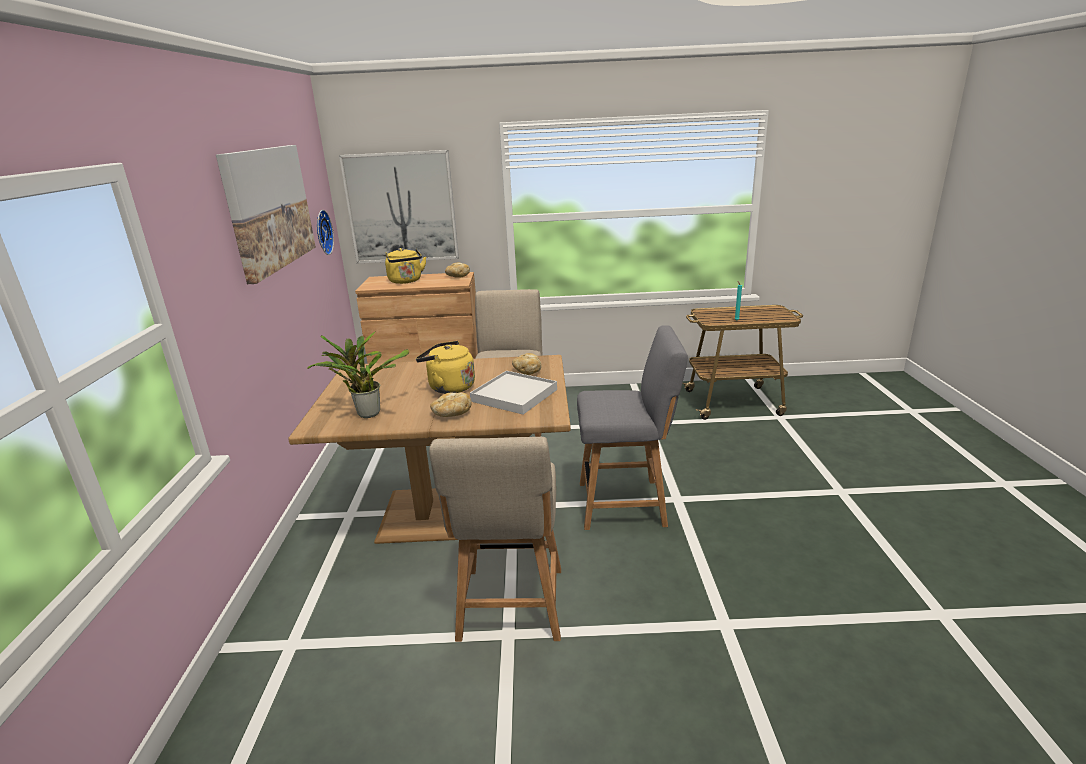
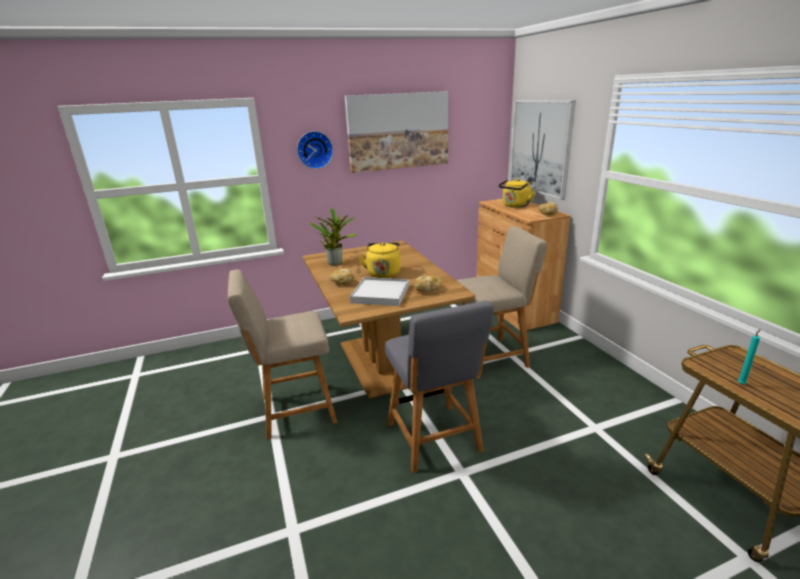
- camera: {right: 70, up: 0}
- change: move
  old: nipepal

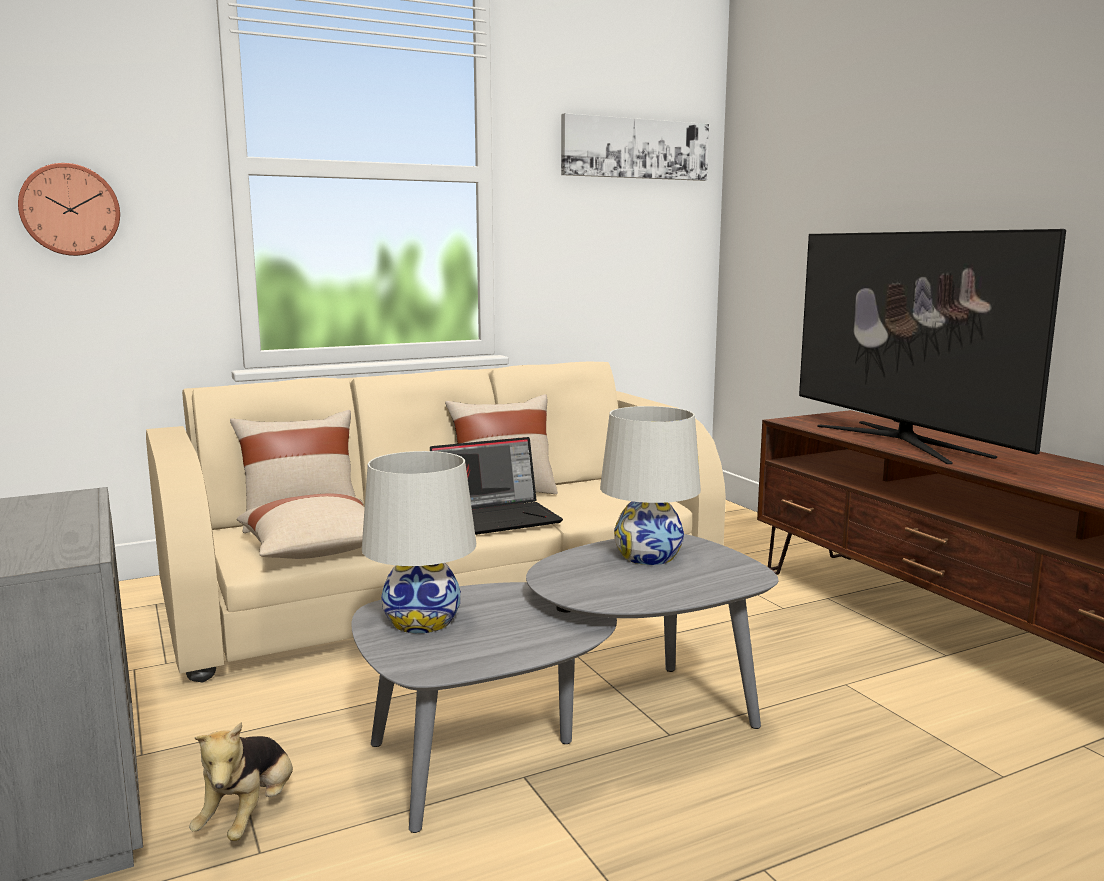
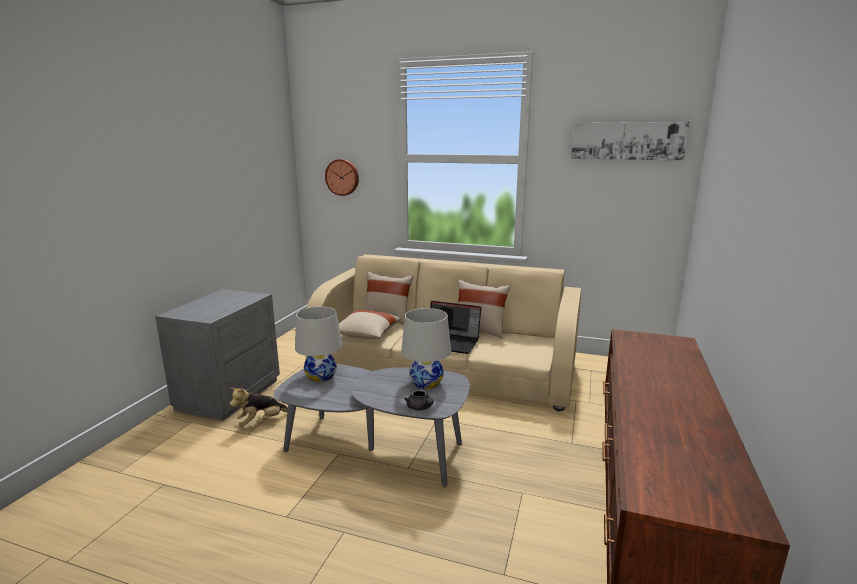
- camera: {right: 45, up: 5}
- change: delete
  old: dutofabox
- change: insert
  new: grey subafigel

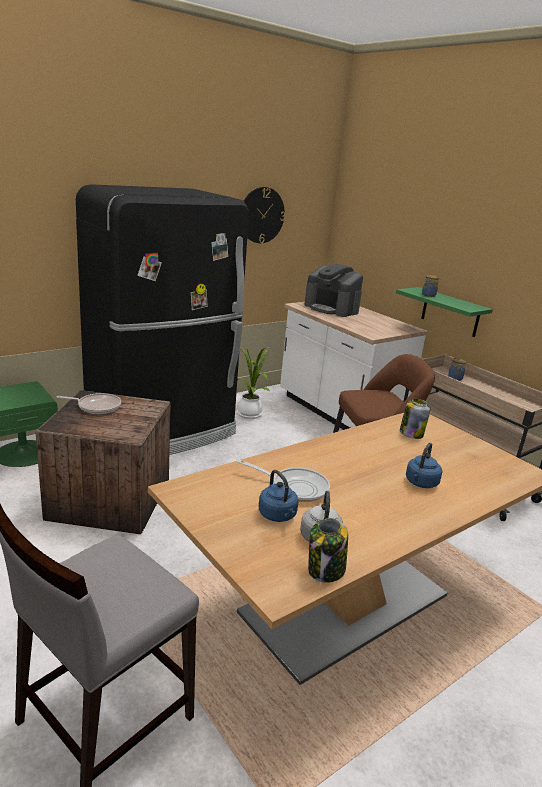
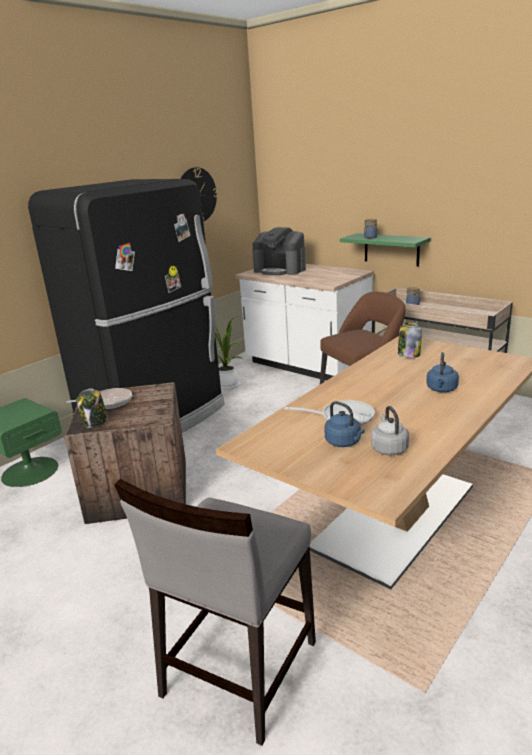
- camera: {right: -10, up: 0}
- change: move
  old: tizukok (1st from left)

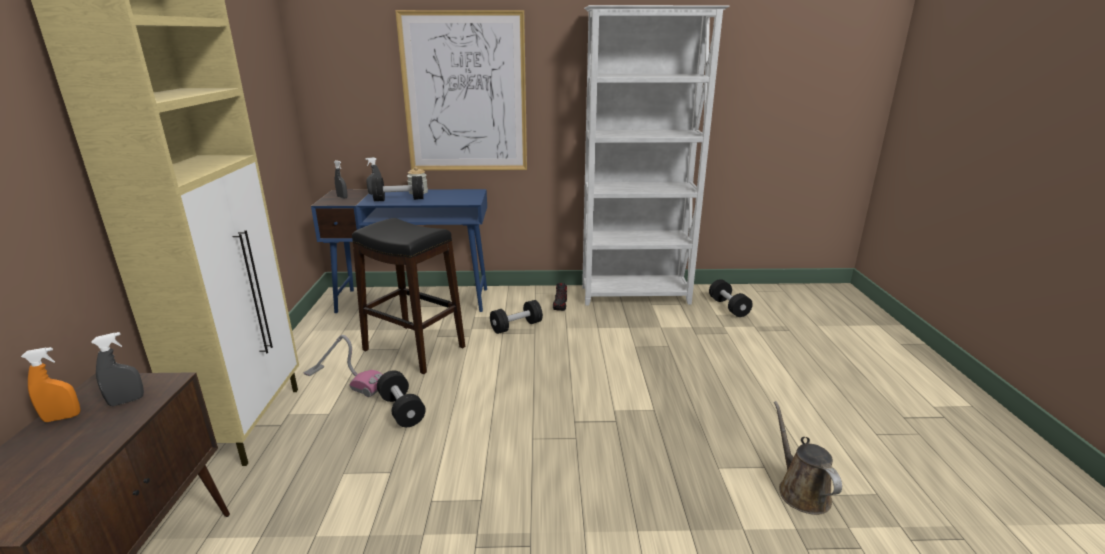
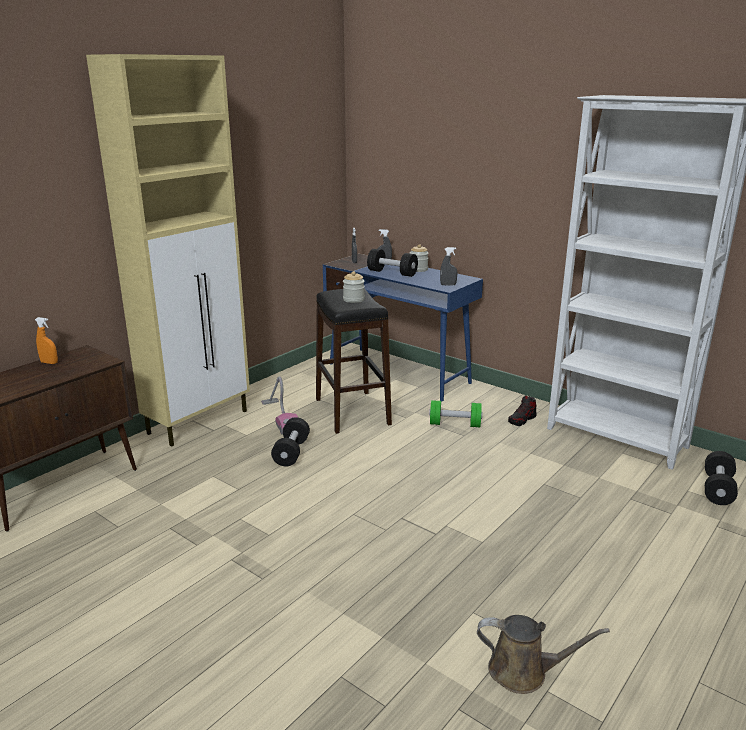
- camera: {right: 40, up: 0}
- change: move
  old: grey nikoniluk (1st from left in the first image)
  new: grey nikoniluk (3rd from left)
- change: delete
  old: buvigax
- change: recolor
  old: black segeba (3rd from left)
  new: green segeba
- change: rotate
  old: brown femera
  degrees: 75
- change: insert
  new: tizukok (1st from left)

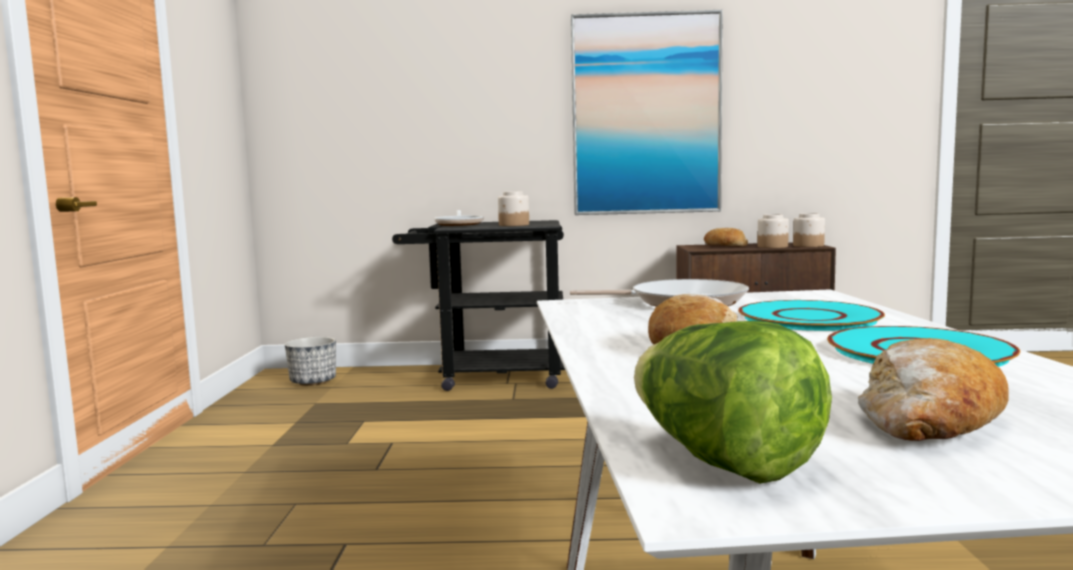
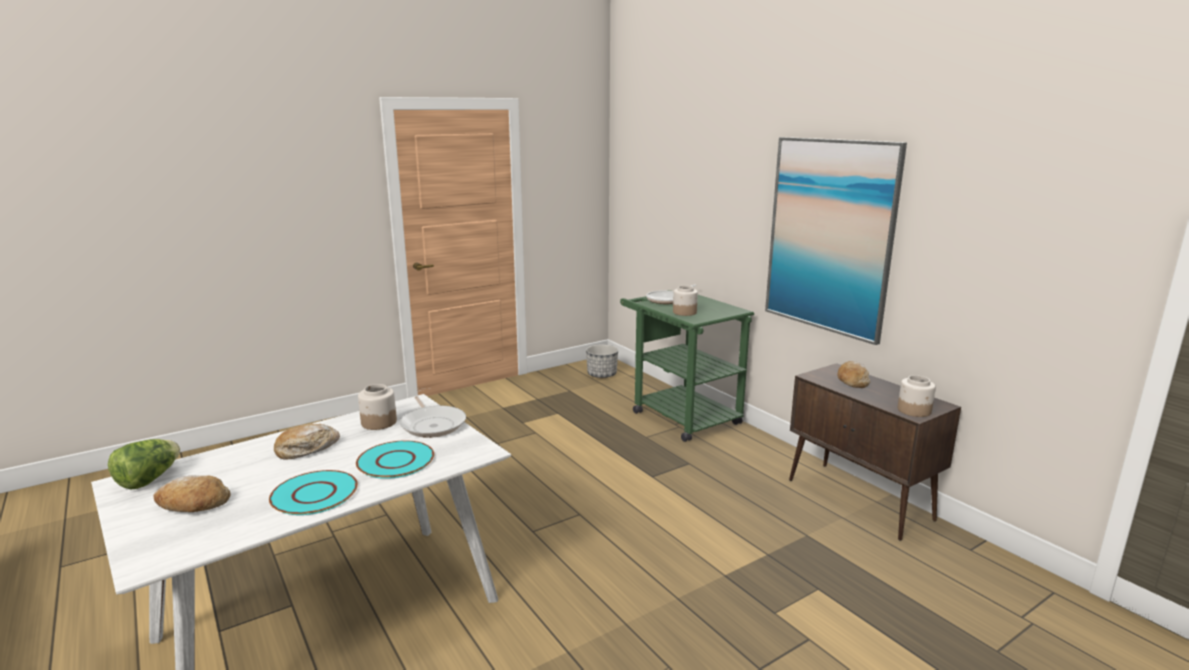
- camera: {right: 55, up: 10}
- change: recolor
  old: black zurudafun
  new: green zurudafun
- change: move
  old: tizukok (2nd from left in the first image)
  new: tizukok (1st from left)

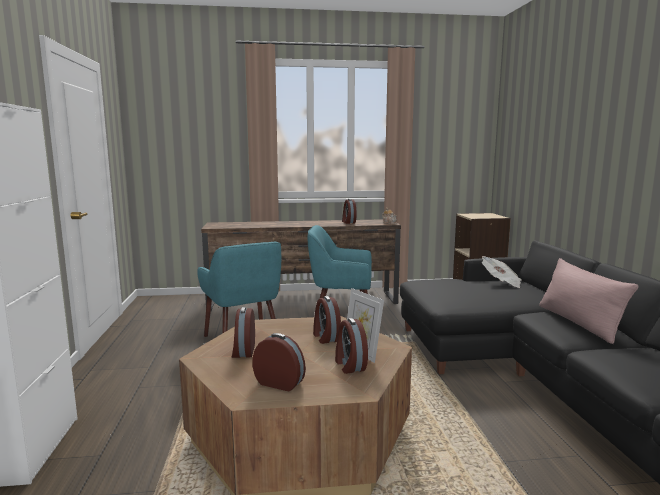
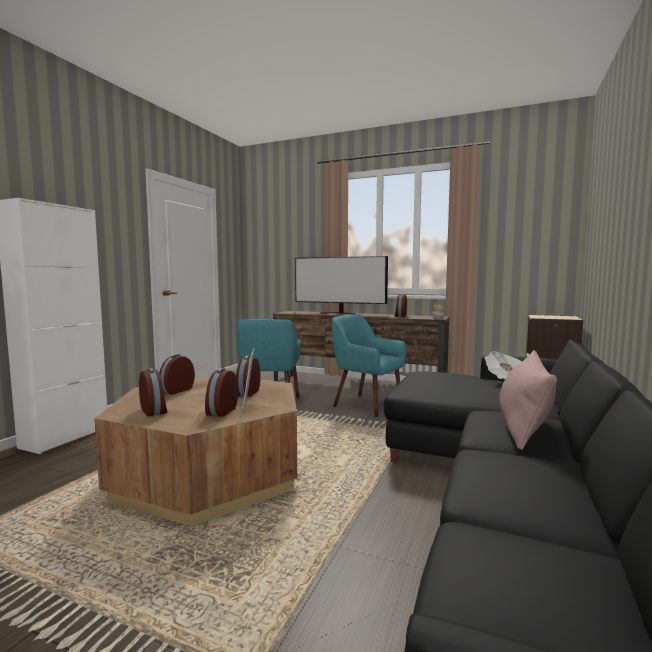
- camera: {right: 30, up: -5}
- change: insert
  new: dutofabox

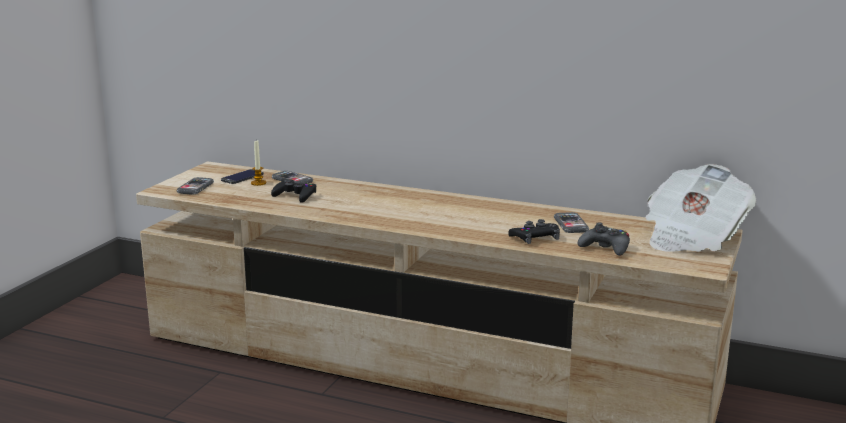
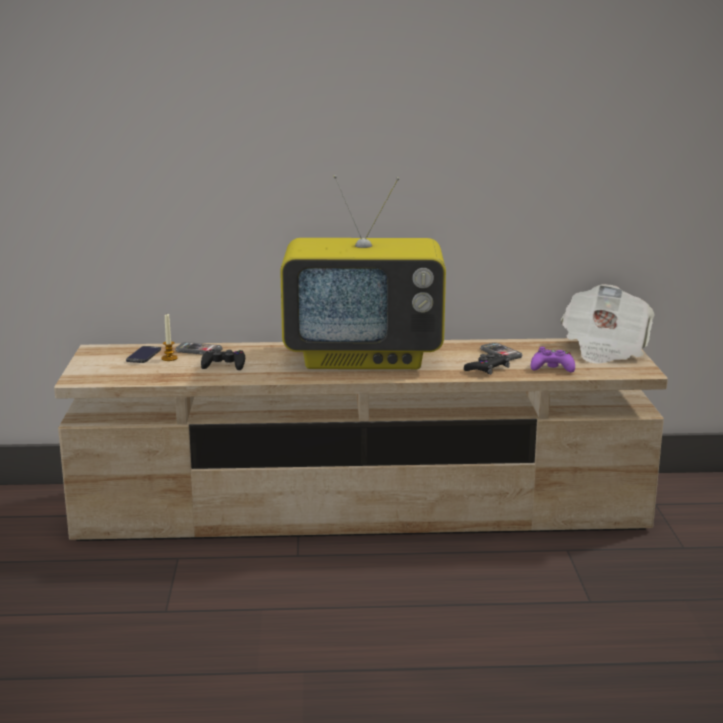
- camera: {right: -25, up: 0}
- change: delete
  old: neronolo (1st from left)
- change: recolor
  old: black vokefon (3rd from left)
  new: purple vokefon
- change: insert
  new: dutofabox

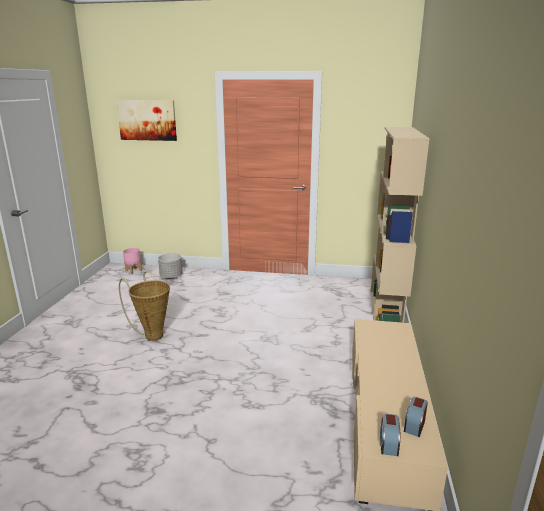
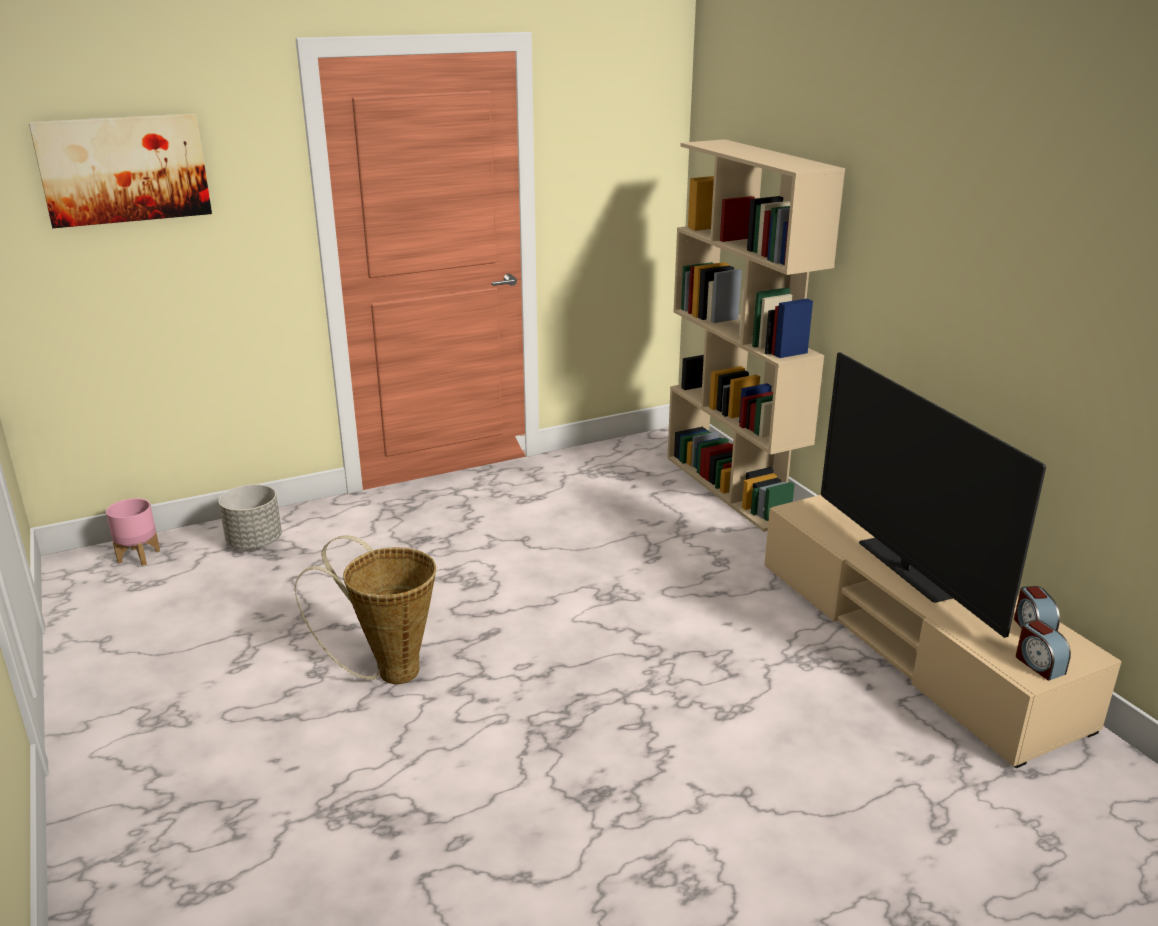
- camera: {right: -35, up: 5}
- change: insert
  new: dutofabox

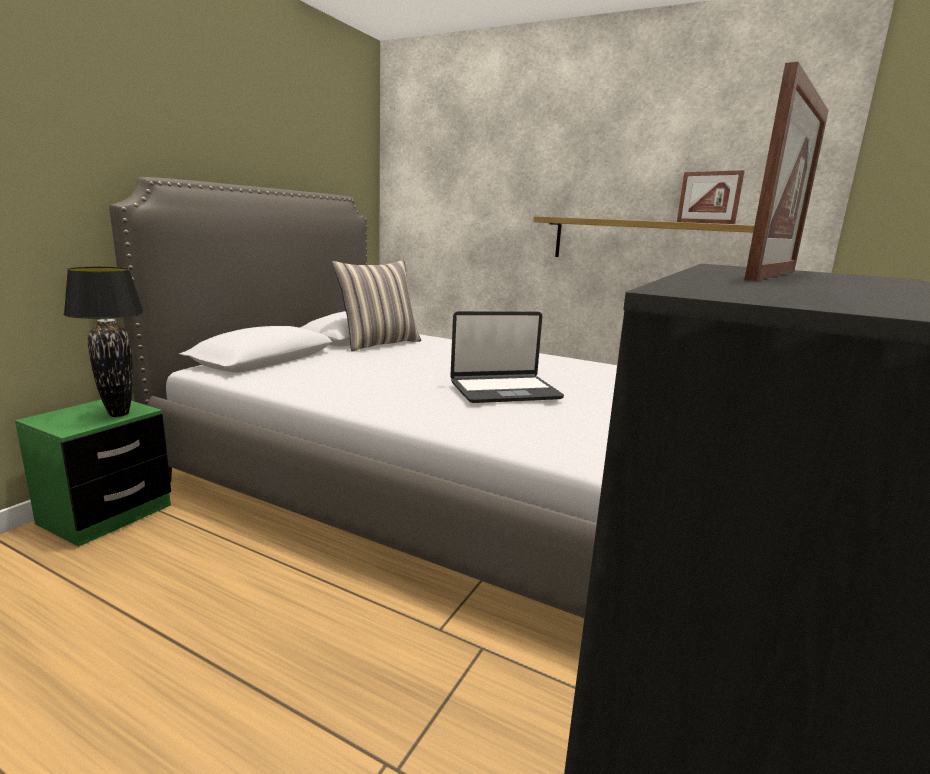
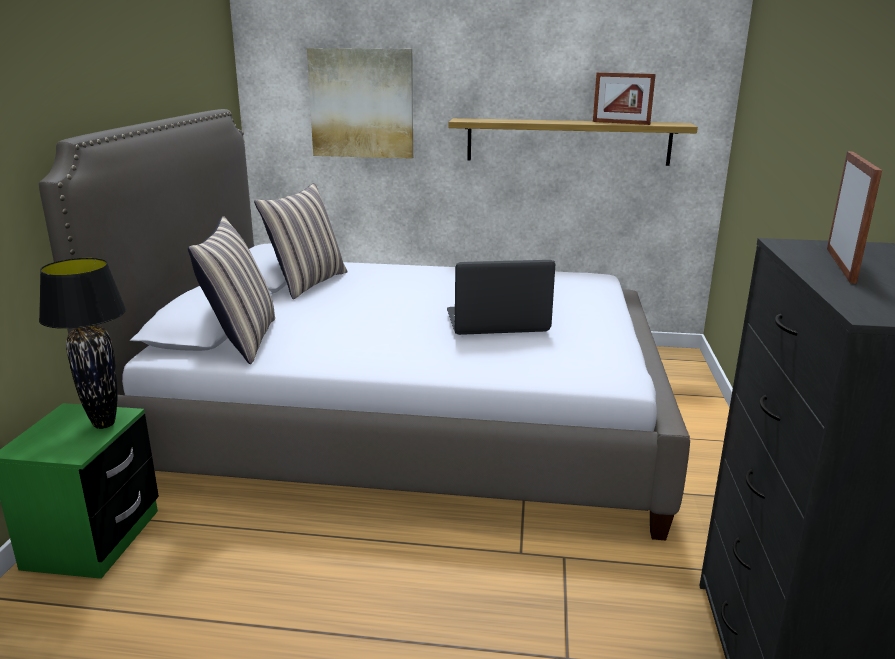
- camera: {right: -20, up: 5}
- change: rotate
  old: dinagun
  degrees: -150
- change: insert
  new: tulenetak (1st from left)
- change: insert
  new: buvigax

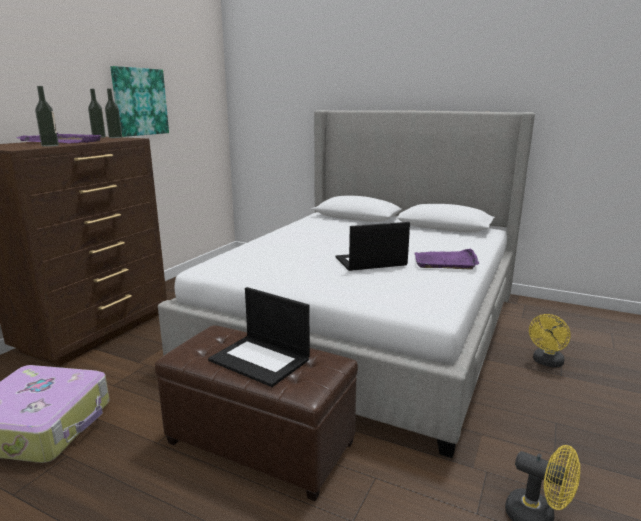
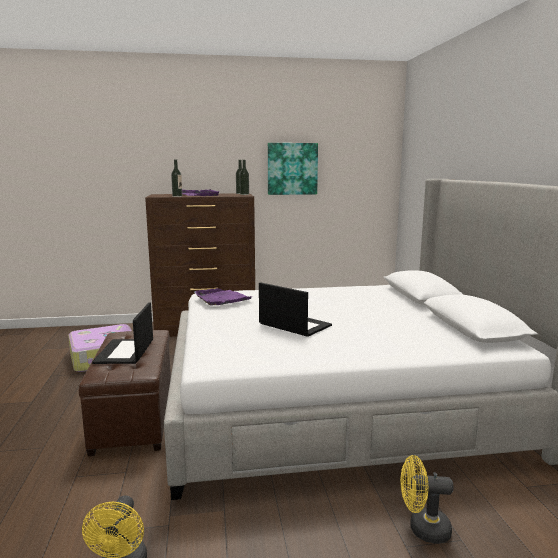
- camera: {right: 55, up: -5}
- change: move
  old: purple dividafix (2nd from left)

